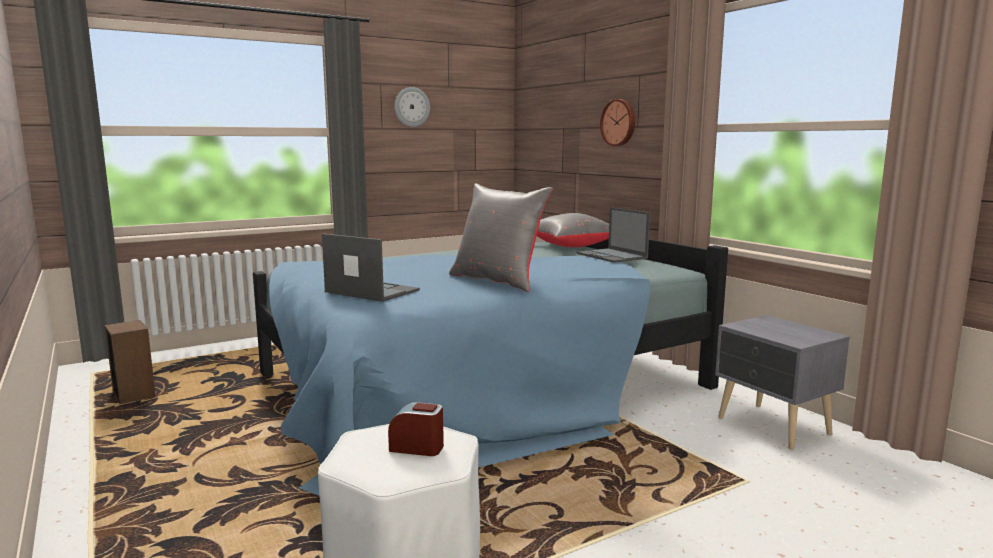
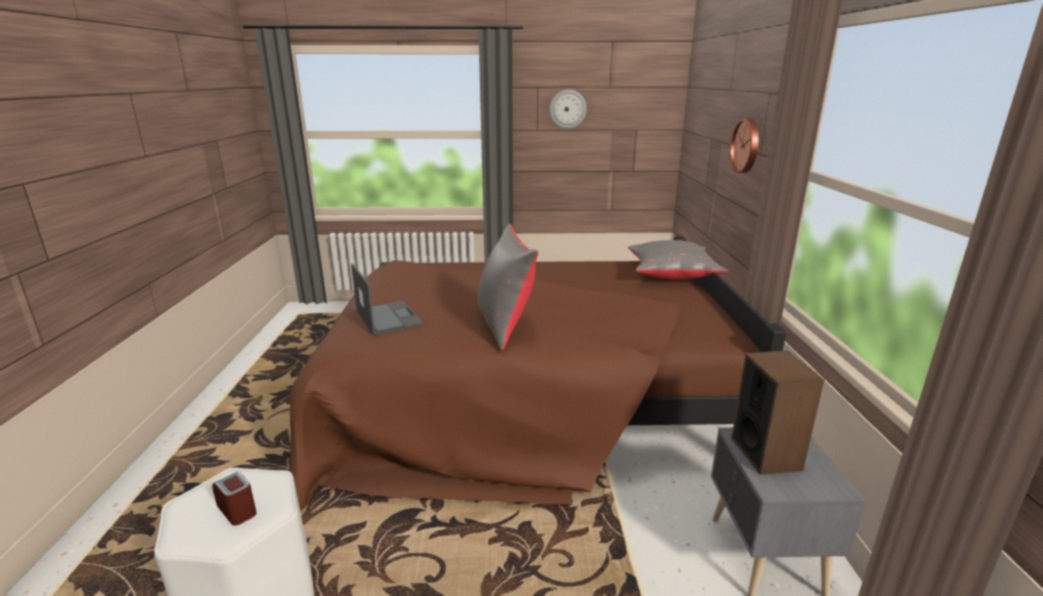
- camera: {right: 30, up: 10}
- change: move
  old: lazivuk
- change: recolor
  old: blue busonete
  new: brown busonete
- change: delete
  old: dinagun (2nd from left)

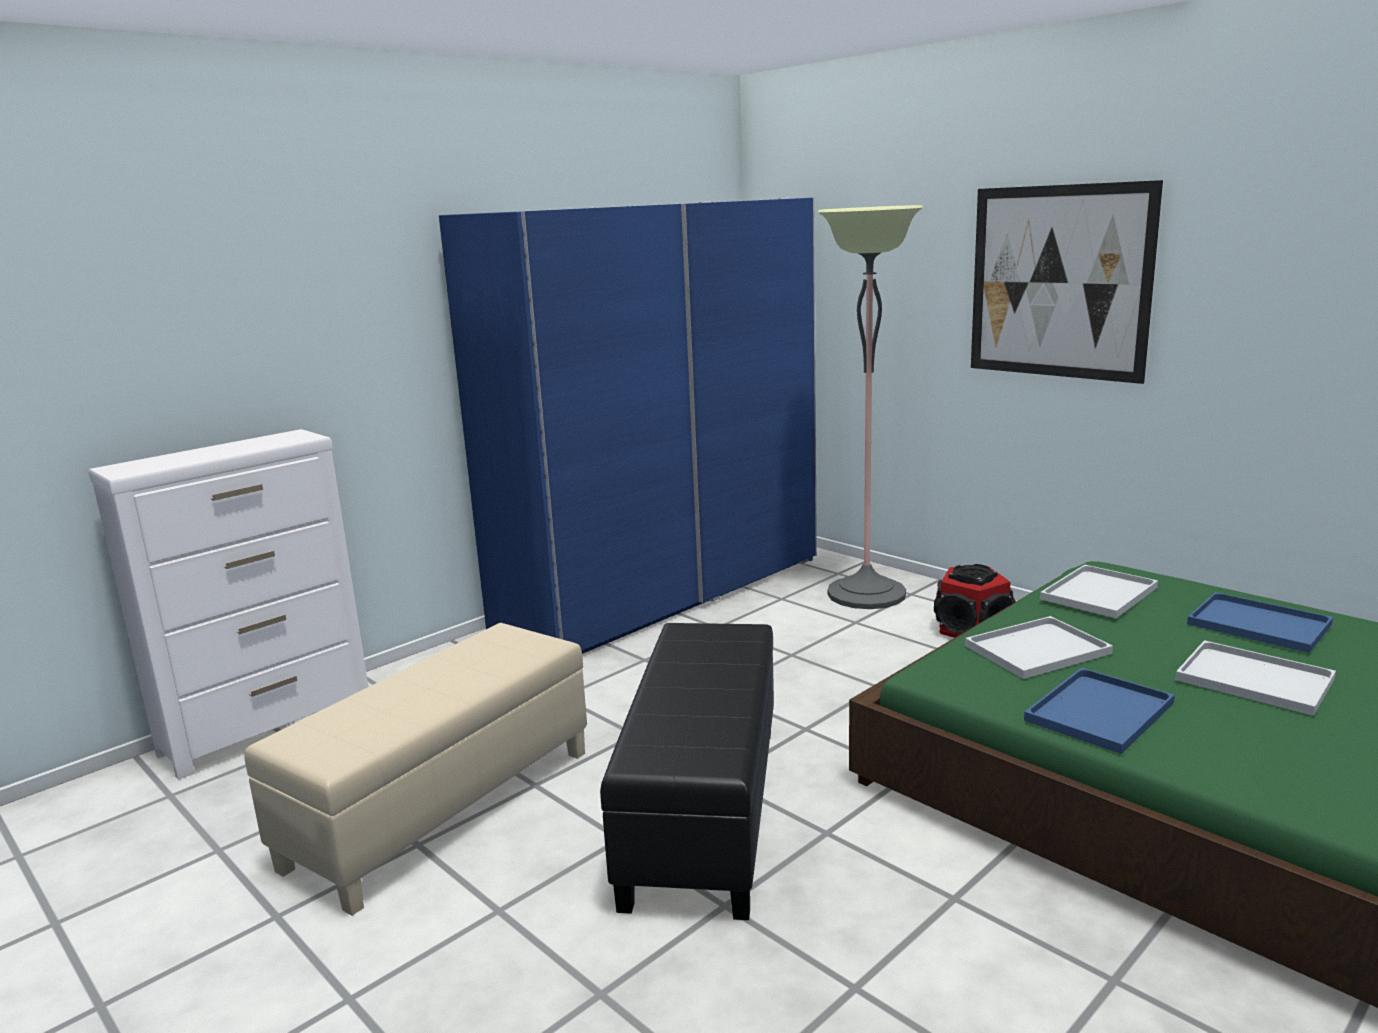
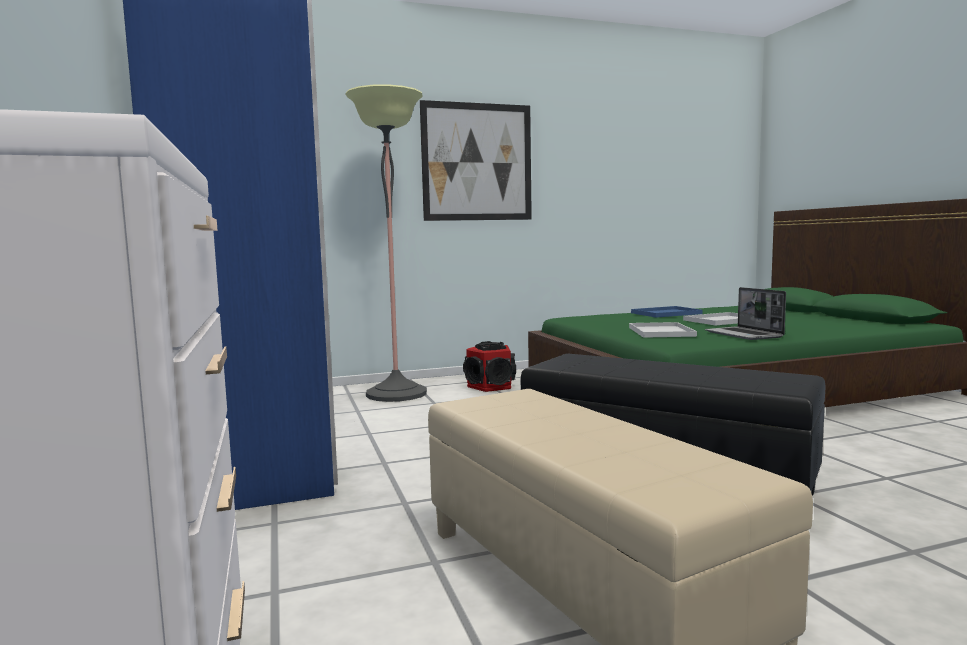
- camera: {right: -65, up: -10}
- change: replace
  old: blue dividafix (1st from left)
  new: dinagun
- change: delete
  old: white dividafix (2nd from left)

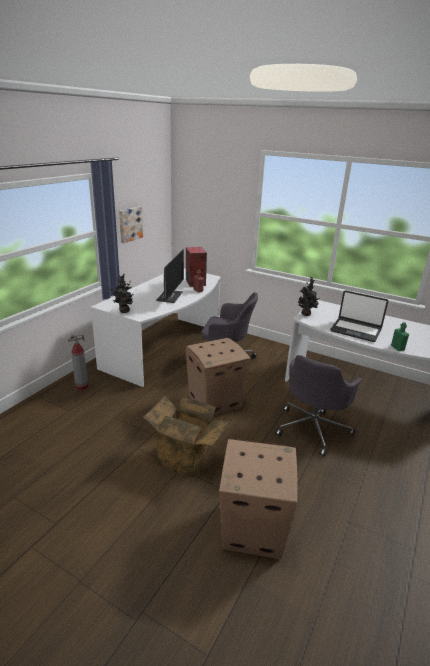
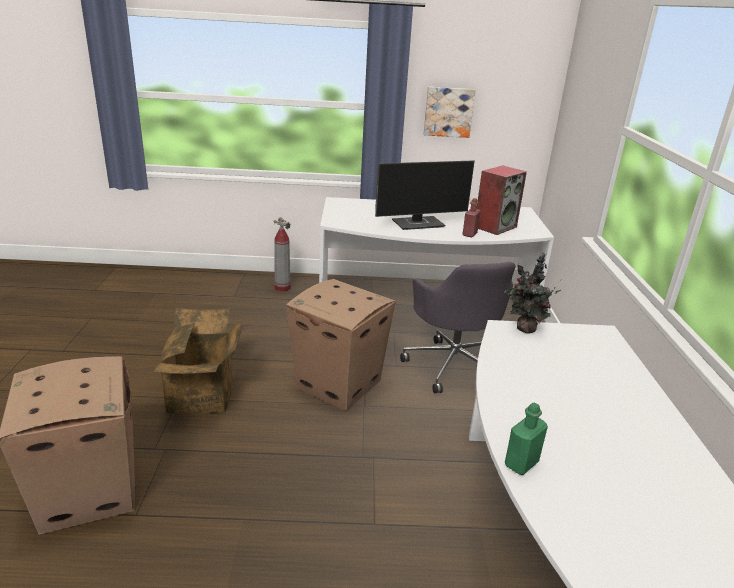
- camera: {right: 60, up: 0}
- change: delete
  old: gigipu (1st from left)
- change: delete
  old: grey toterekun (2nd from left)
- change: delete
  old: dinagun

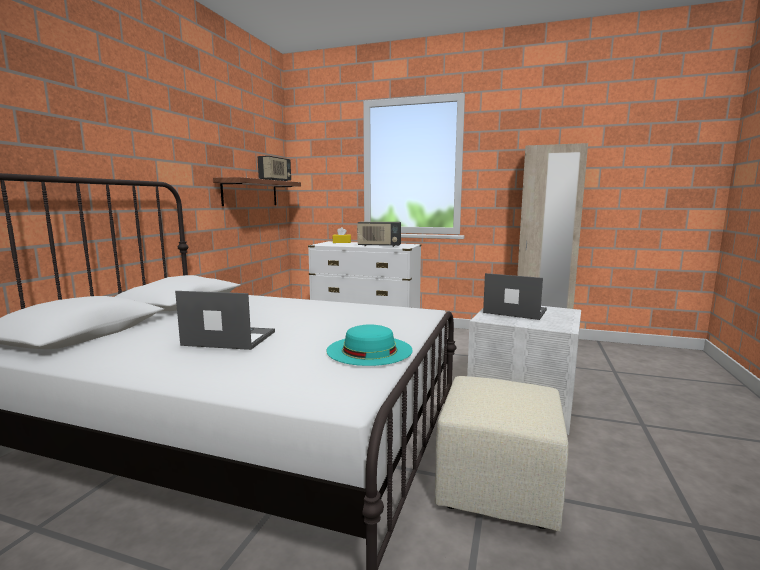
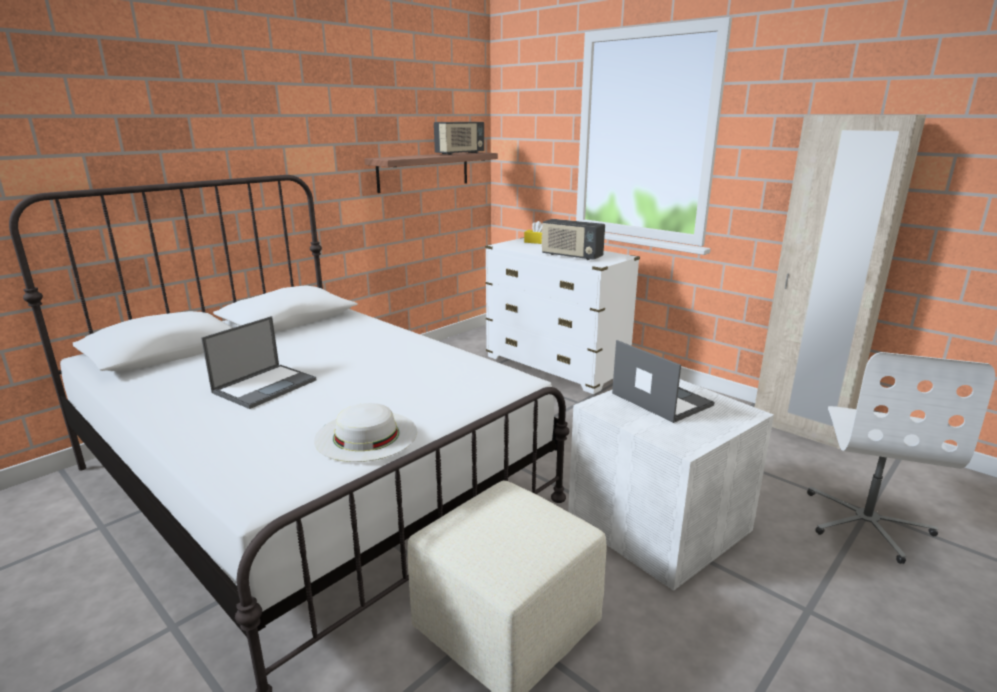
- camera: {right: 25, up: 10}
- change: rotate
  old: dinagun (1st from left)
  degrees: 90
- change: recolor
  old: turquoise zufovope
  new: white zufovope
- change: insert
  new: white toterekun

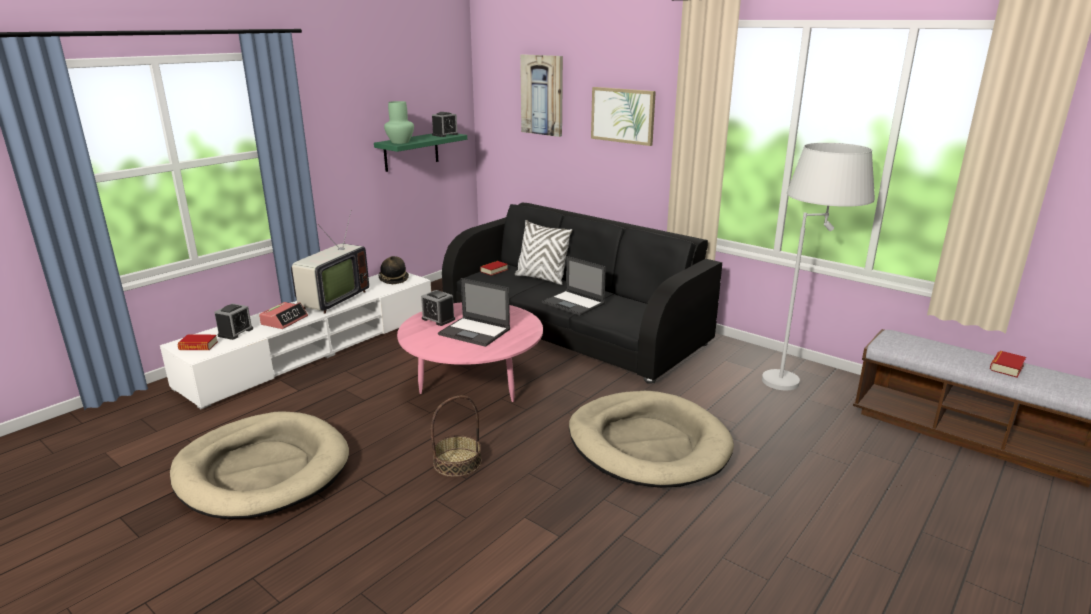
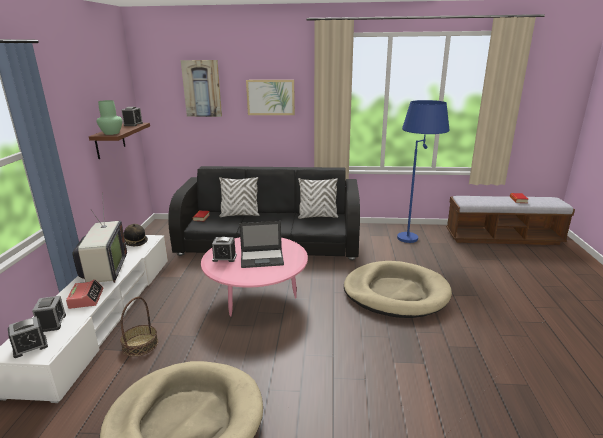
- camera: {right: -35, up: 0}
- change: replace
  old: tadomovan (1st from left)
  new: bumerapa (1st from left)
- change: recolor
  old: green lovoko
  new: brown lovoko
- change: move
  old: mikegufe
- change: delete
  old: dinagun (2nd from left)
- change: recolor
  old: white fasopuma
  new: blue fasopuma
- change: insert
  new: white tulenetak (2nd from left)

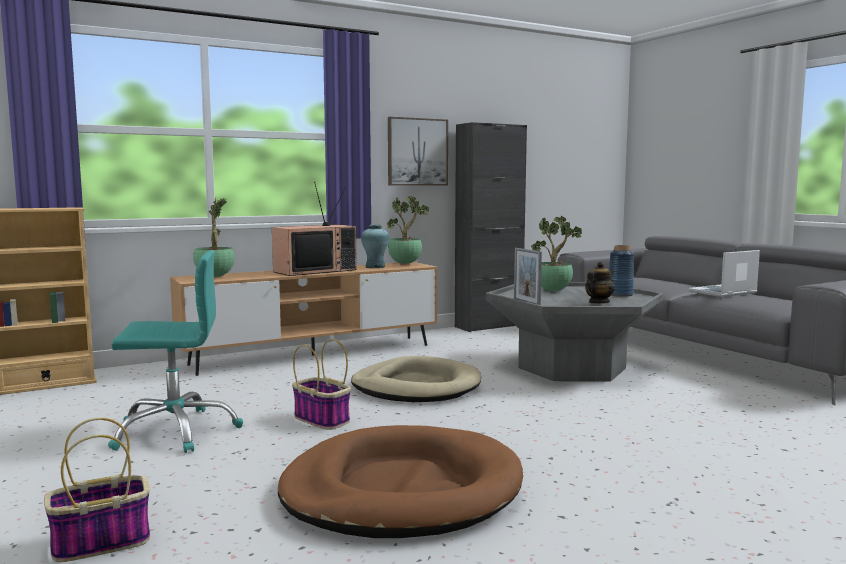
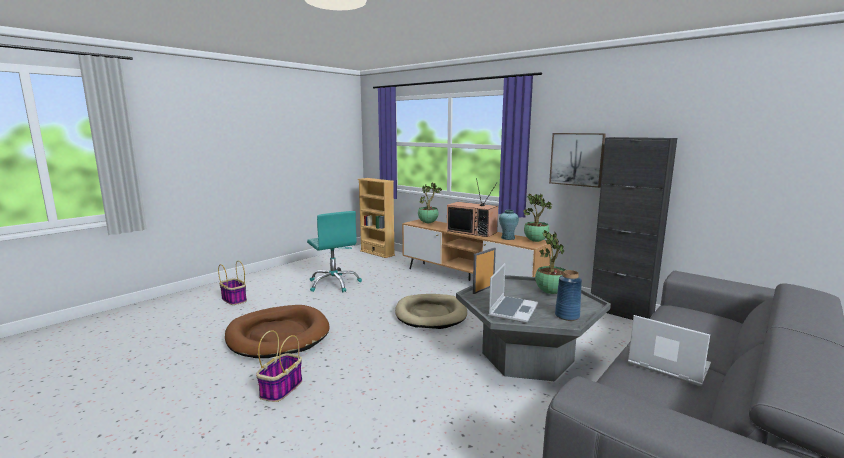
- camera: {right: 70, up: 5}
- change: move
  old: mikegufe (2nd from left)
- change: replace
  old: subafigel
  new: dinagun (1st from left)

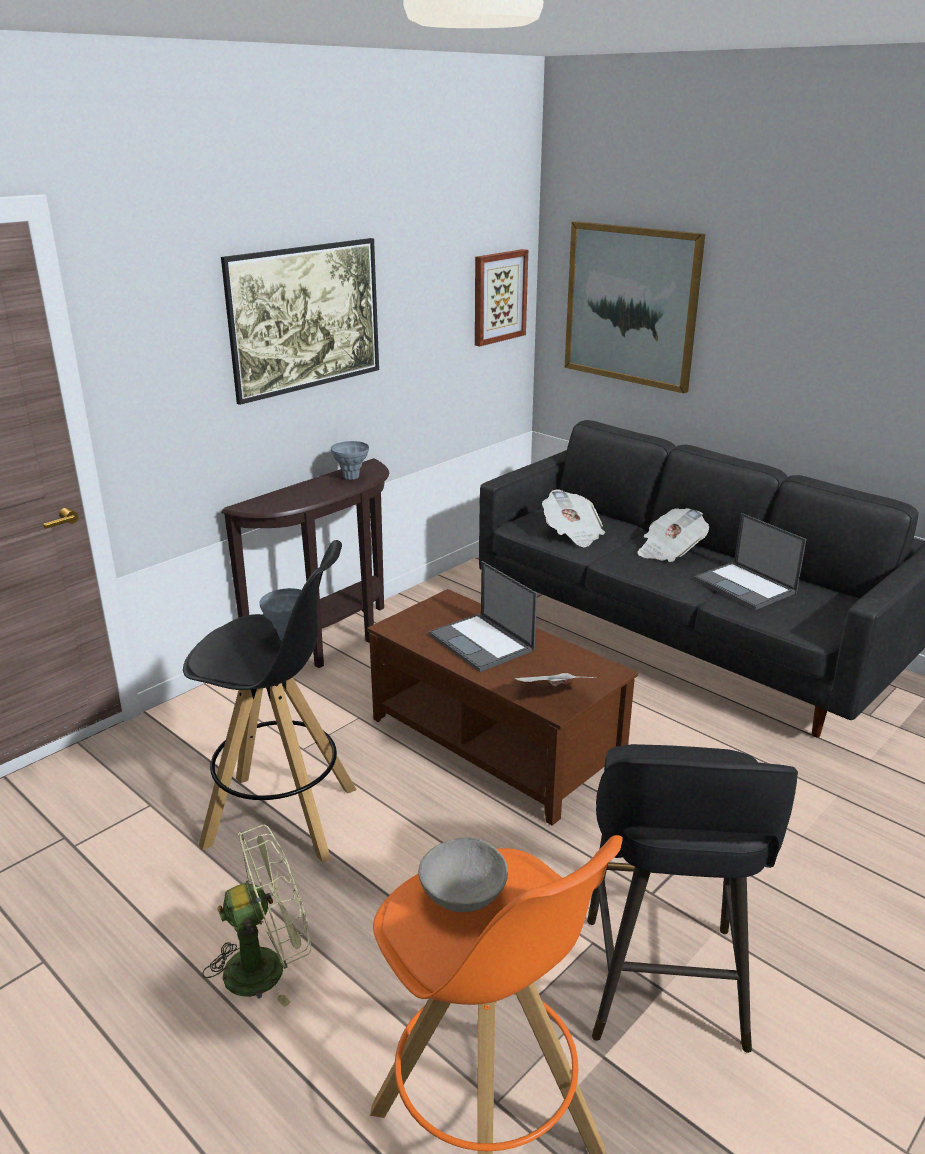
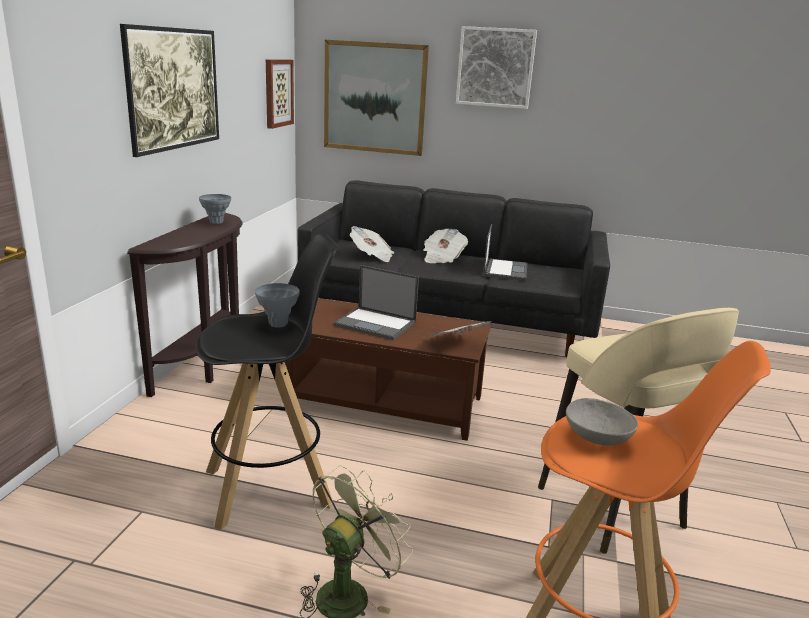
- camera: {right: -30, up: -5}
- change: recolor
  old: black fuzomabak (2nd from left)
  new: beige fuzomabak
- change: rotate
  old: dinagun (2nd from left)
  degrees: -105
- change: insert
  new: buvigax (4th from left)

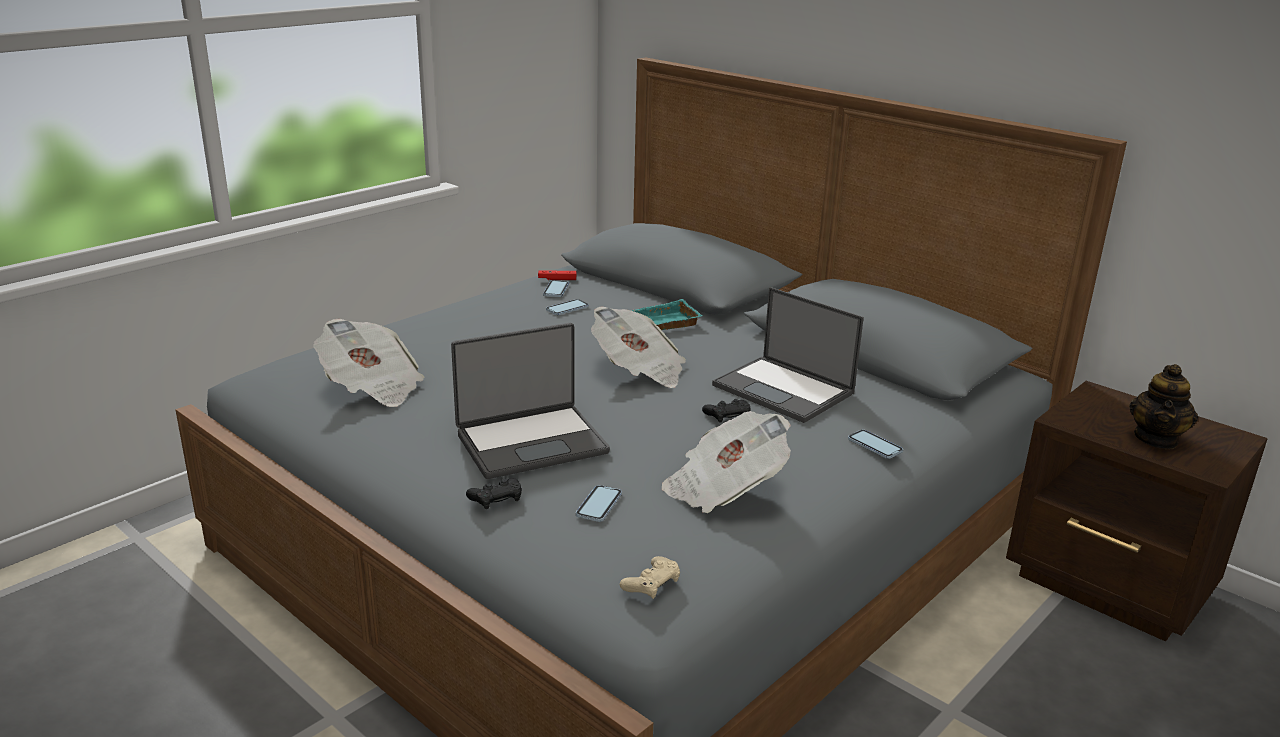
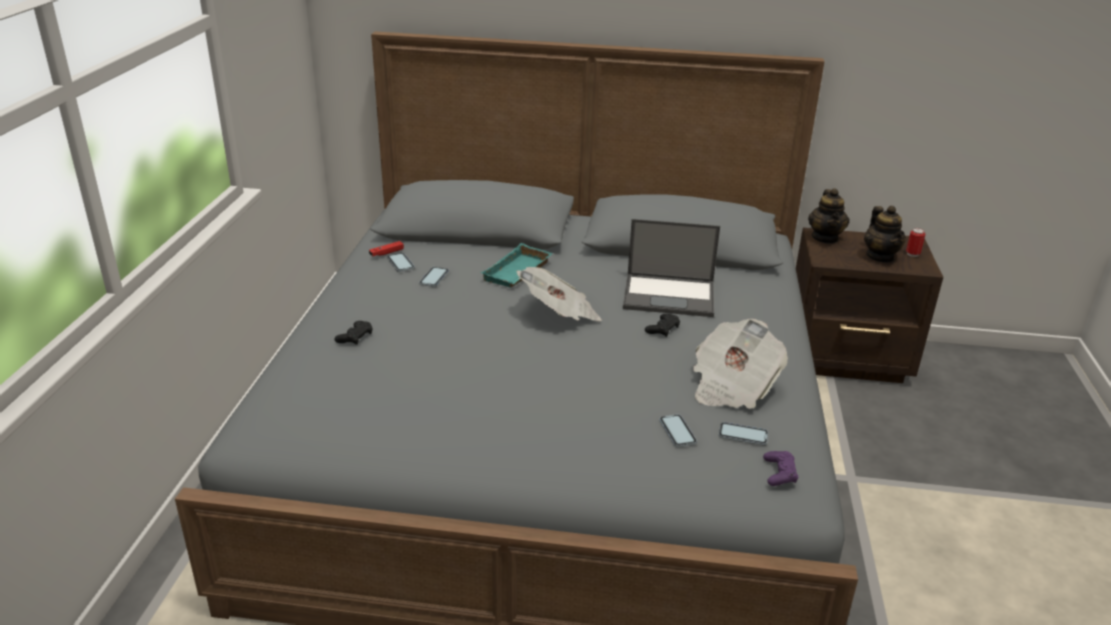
- camera: {right: -35, up: 5}
- change: delete
  old: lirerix (1st from left)
- change: delete
  old: dinagun (1st from left)
- change: move
  old: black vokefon (1st from left)
- change: recolor
  old: beige vokefon
  new: purple vokefon
- change: move
  old: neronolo (4th from left)
- change: insert
  new: subafigel (1st from left)
- change: insert
  new: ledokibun

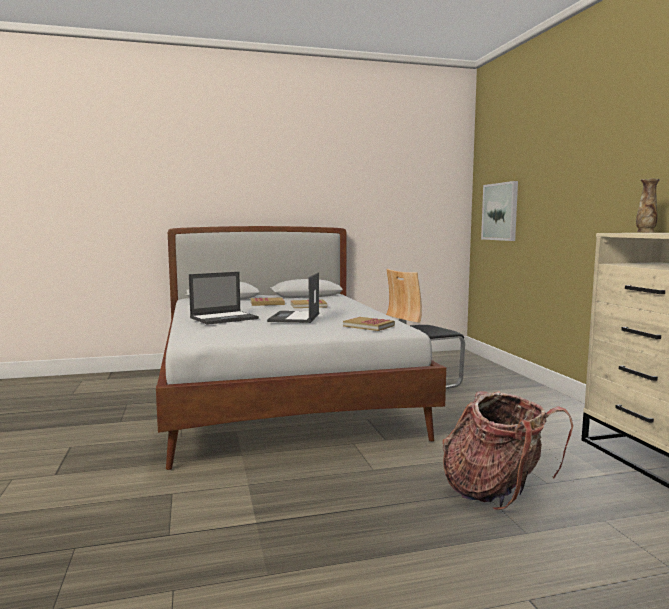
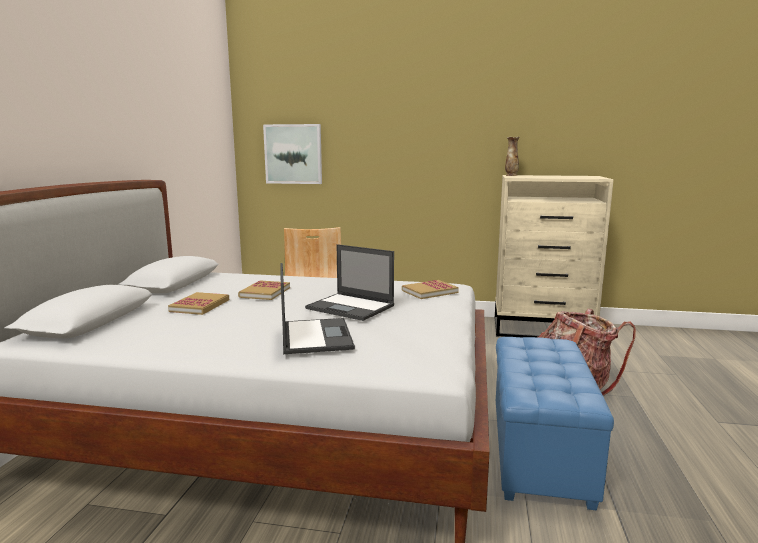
- camera: {right: -65, up: 5}
- change: insert
  new: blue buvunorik

